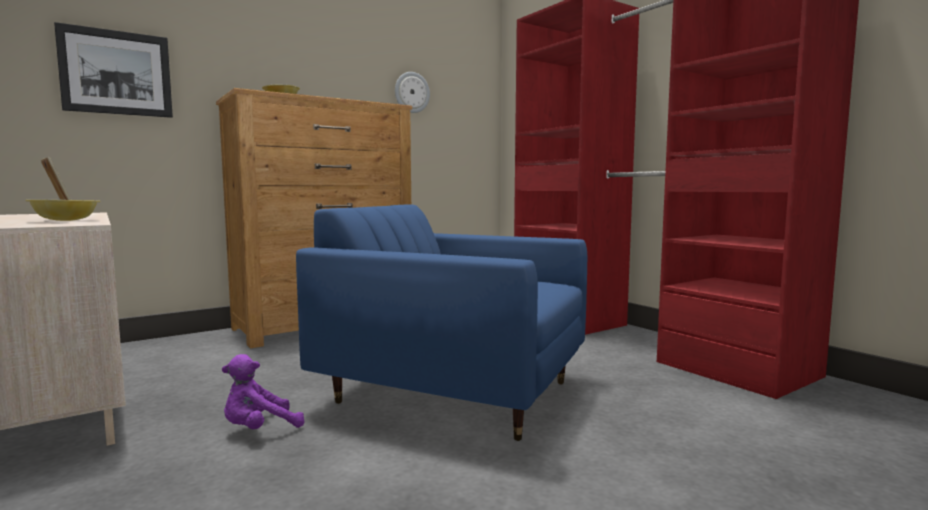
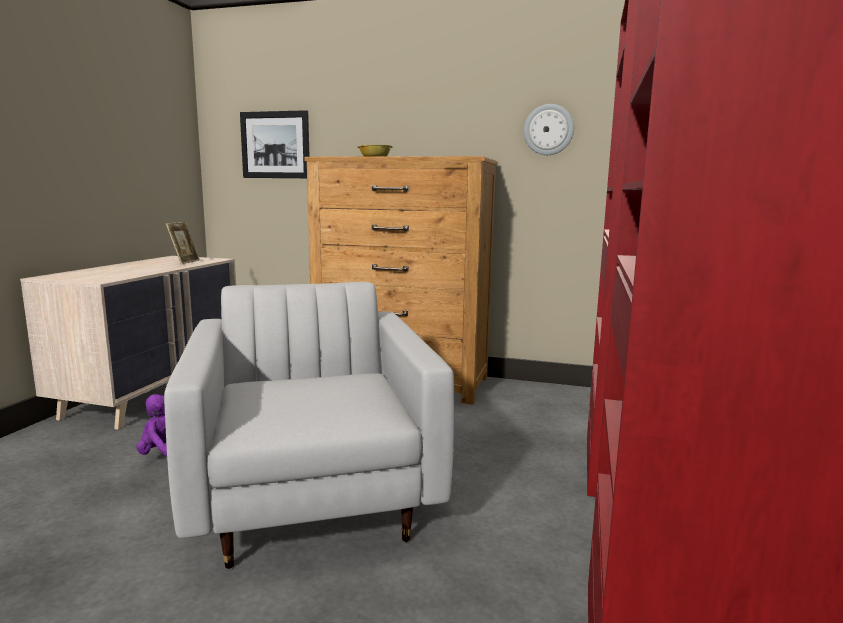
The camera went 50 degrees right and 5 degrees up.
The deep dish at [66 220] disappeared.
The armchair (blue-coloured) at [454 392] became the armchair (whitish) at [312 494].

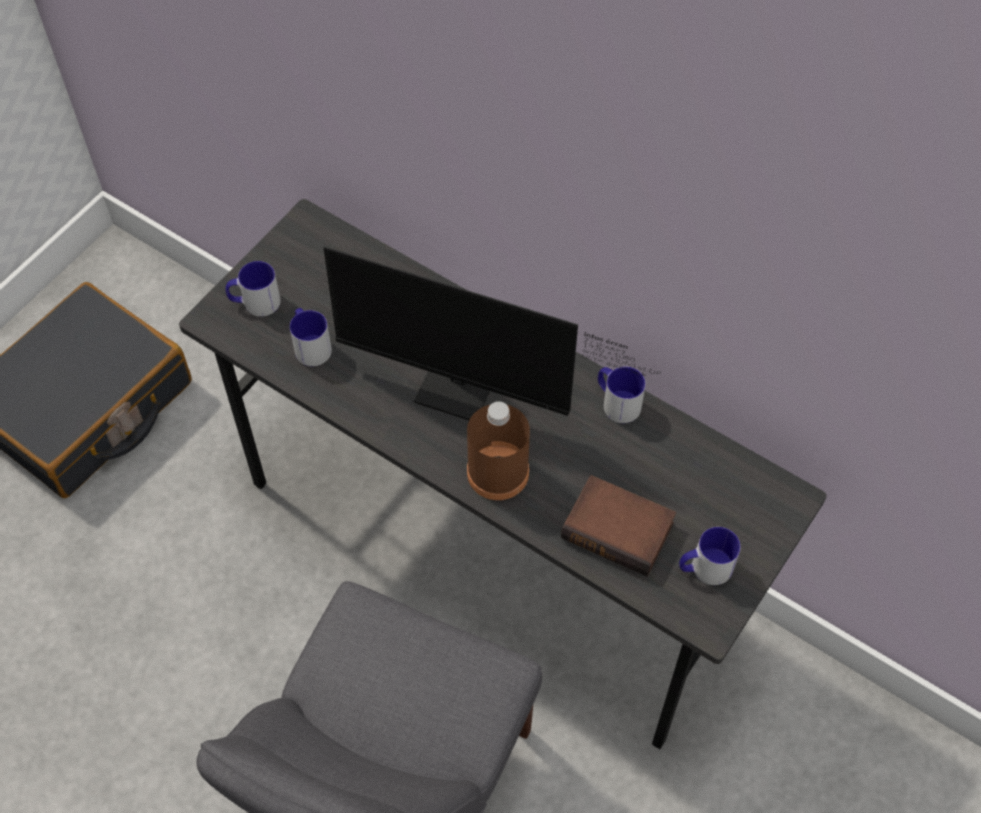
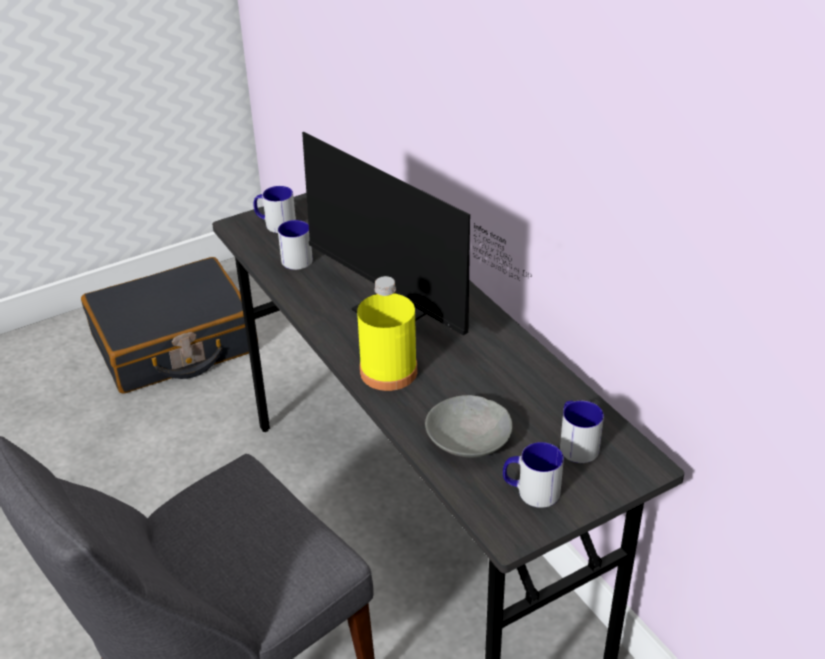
The camera went 25 degrees right and 20 degrees down.
The beverage bottle (brownish) at [498 472] became the beverage bottle (yellowish) at [388 371].
The volume at [620 529] was replaced by the deep dish (grey) at [469 439].
The tea mug moved from [616 402] to [576 443].

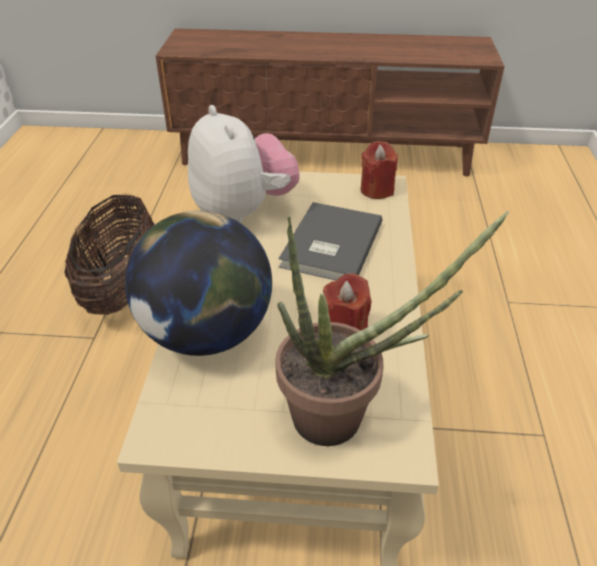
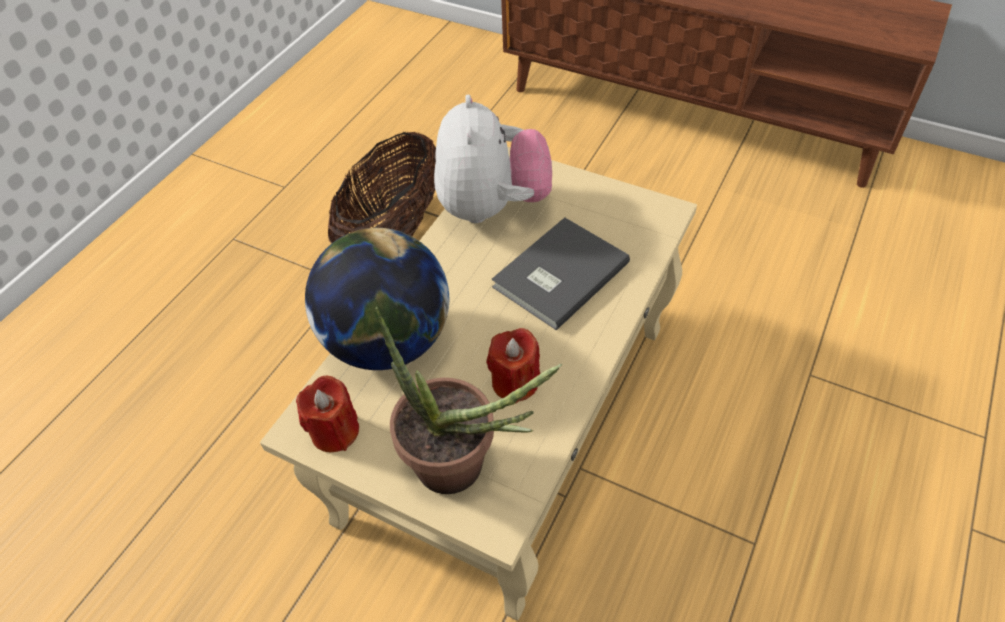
The camera went 25 degrees right and 10 degrees up.
The candle (red) moved from [377 190] to [335 431].

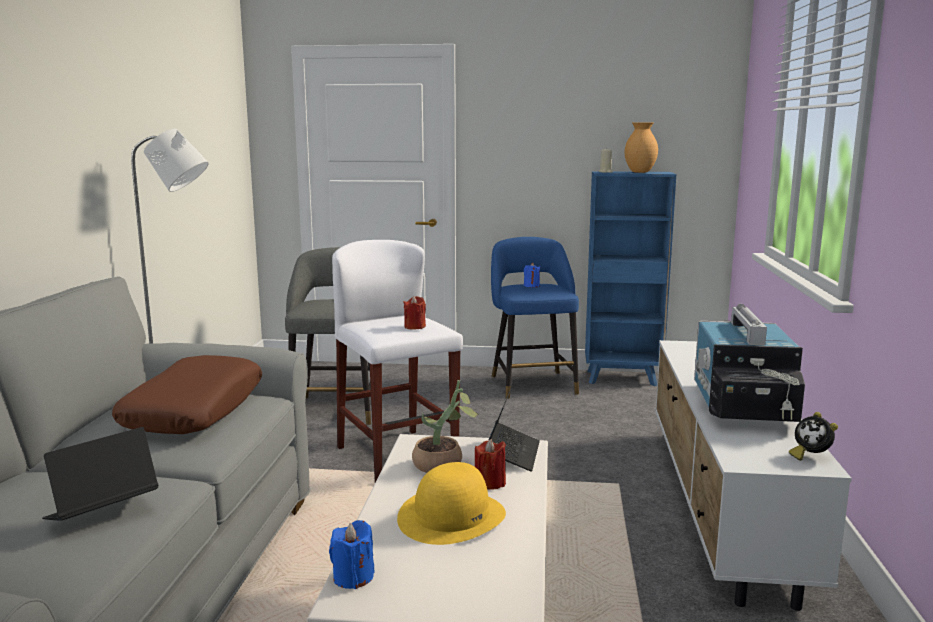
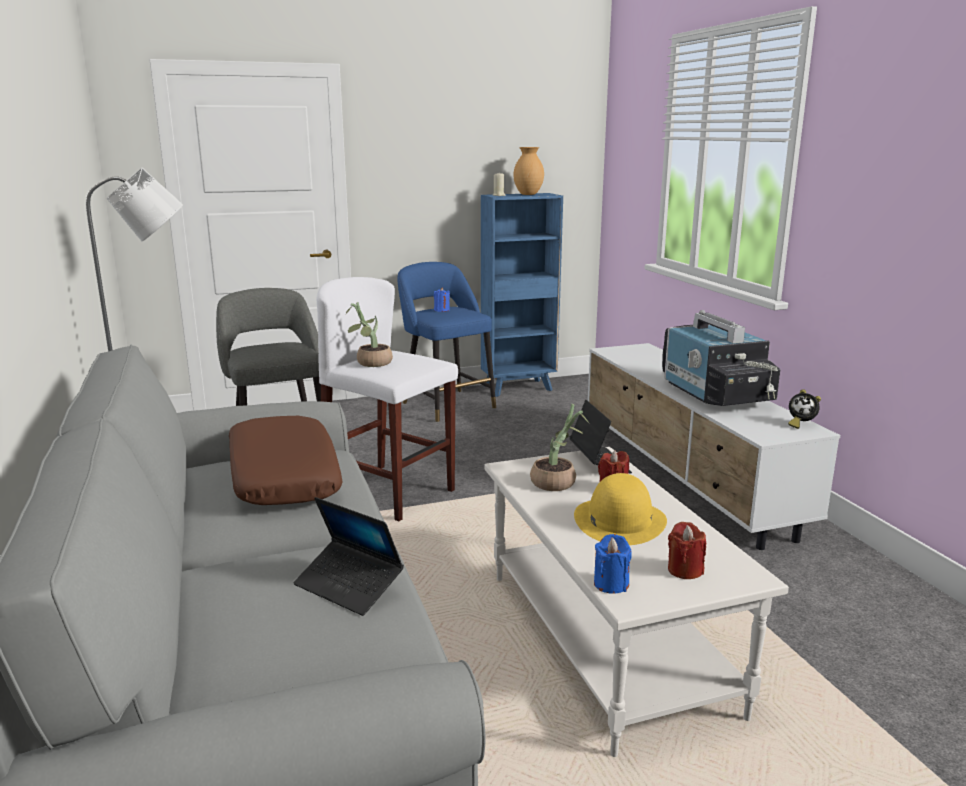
The camera went 25 degrees left and 5 degrees up.
The portable computer at [102 513] turned 75 degrees counterclockwise.
The candle (red) moved from [415 327] to [684 570].
The plant in a pot at [370 363] appeared.

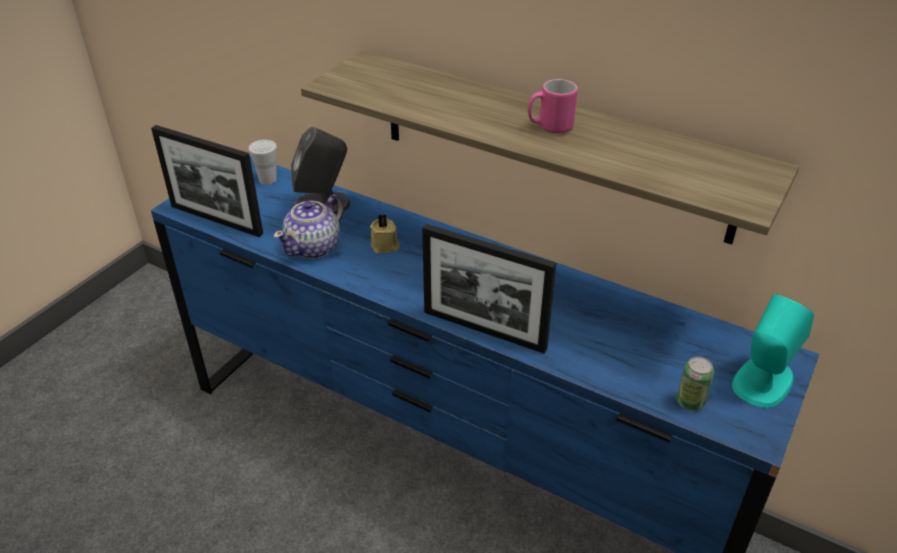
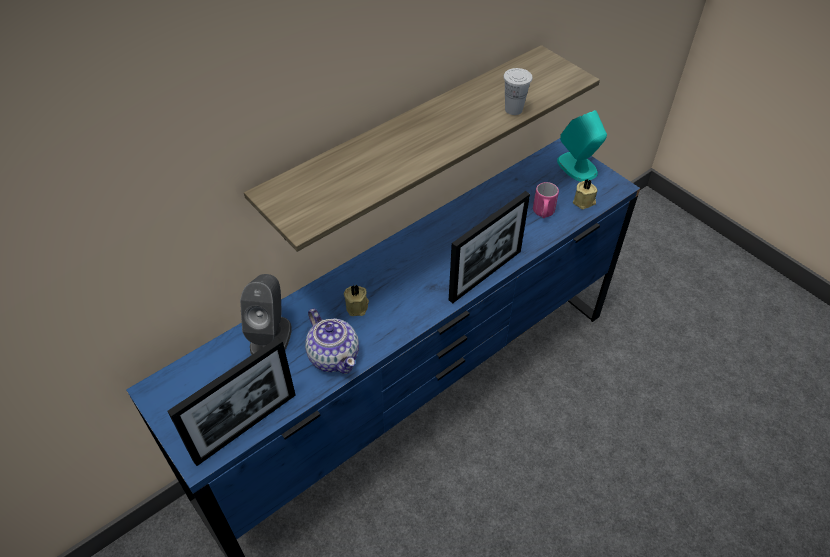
The camera went 70 degrees left and 10 degrees up.
The cup (whitish) moved from [267 179] to [513 109].
The tea mug (pink) moved from [549 127] to [543 213].
The metal can at [690 402] was replaced by the candle (beige-coloured) at [584 202].

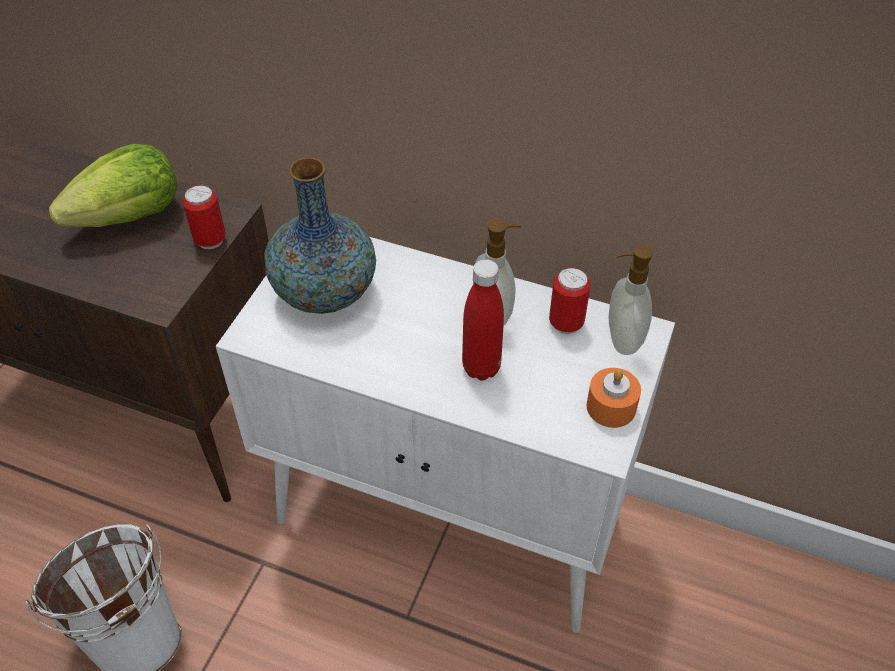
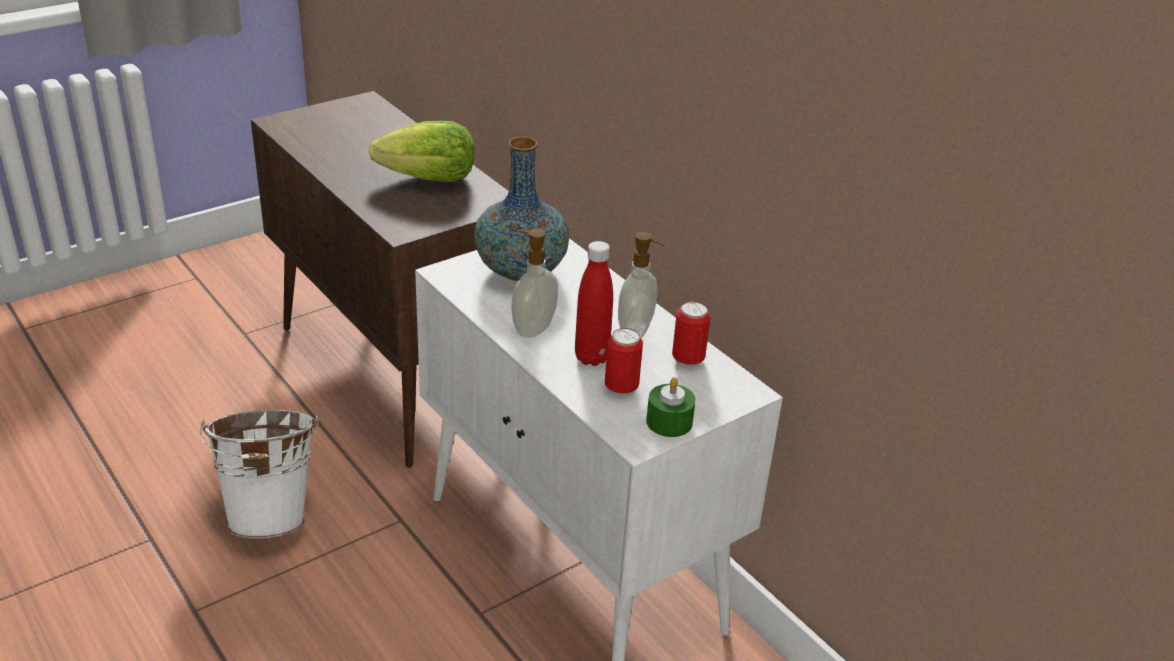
The camera went 30 degrees right and 15 degrees down.
The metal can moved from [210 240] to [621 388].
The candle (orange) at [611 407] became the candle (green-coloured) at [669 422].
The soap dispenser moved from [622 339] to [532 328].

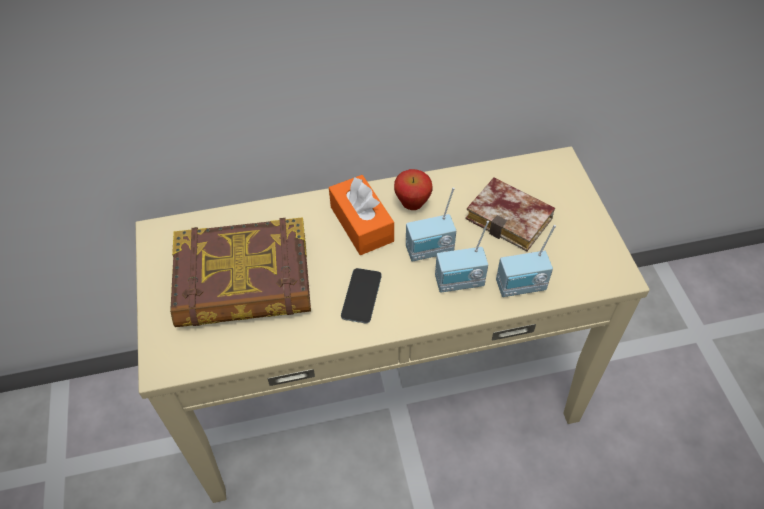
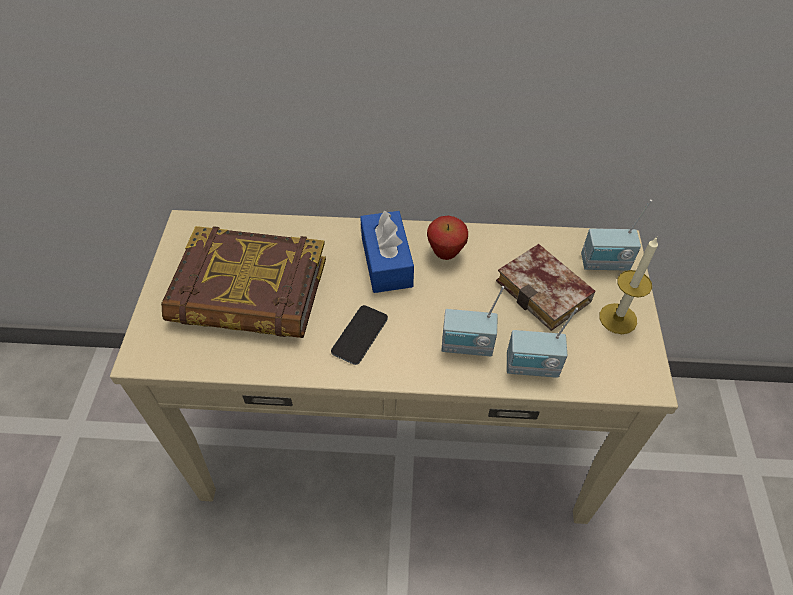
The camera went 15 degrees right and 0 degrees up.
The tissue box (orange) at [361 224] became the tissue box (blue-coloured) at [386 261].
The radio receiver moved from [430 251] to [605 264].
The candle at [618 318] appeared.

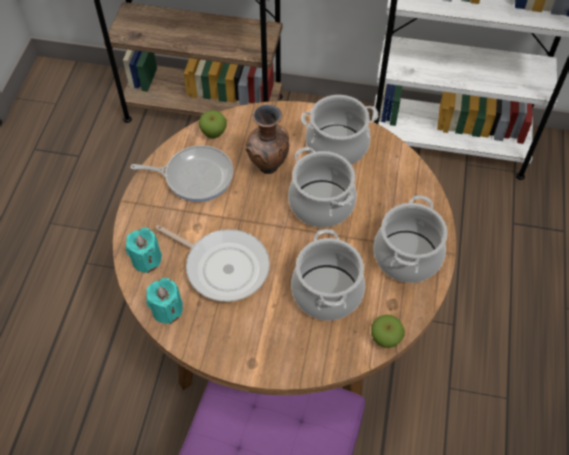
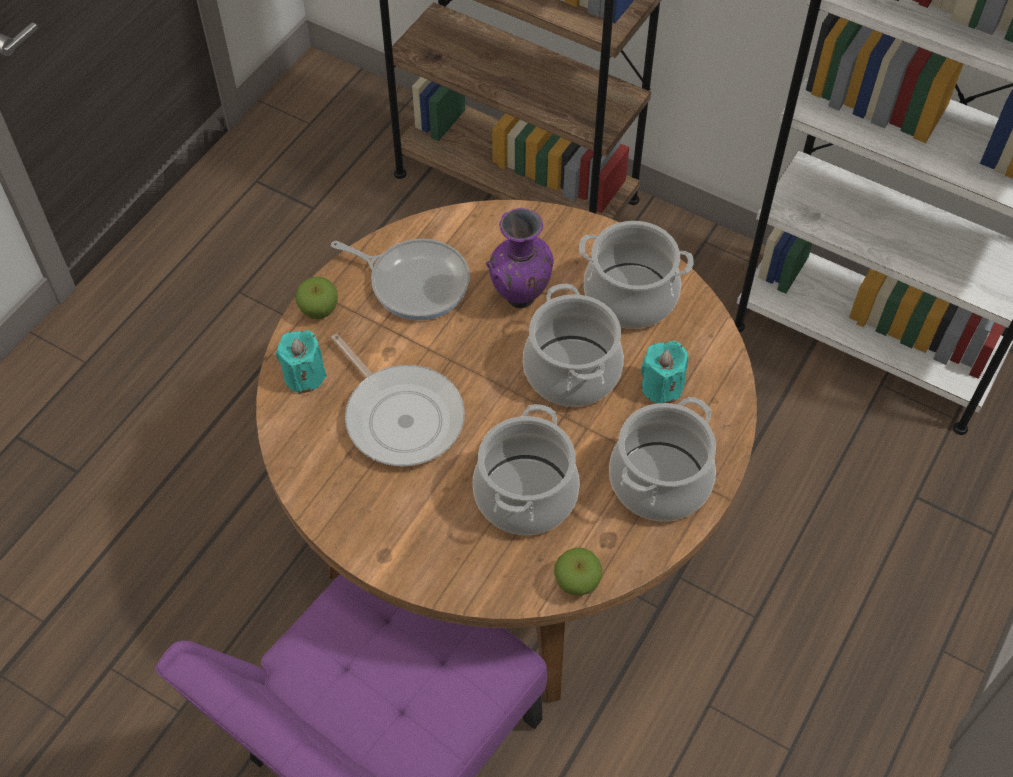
The camera went 20 degrees right and 0 degrees up.
The candle (turquoise-coloured) moved from [167 310] to [662 387].
The apple moved from [213 133] to [319 311].
The vase (brownish) at [268 168] became the vase (purplish) at [520 300].

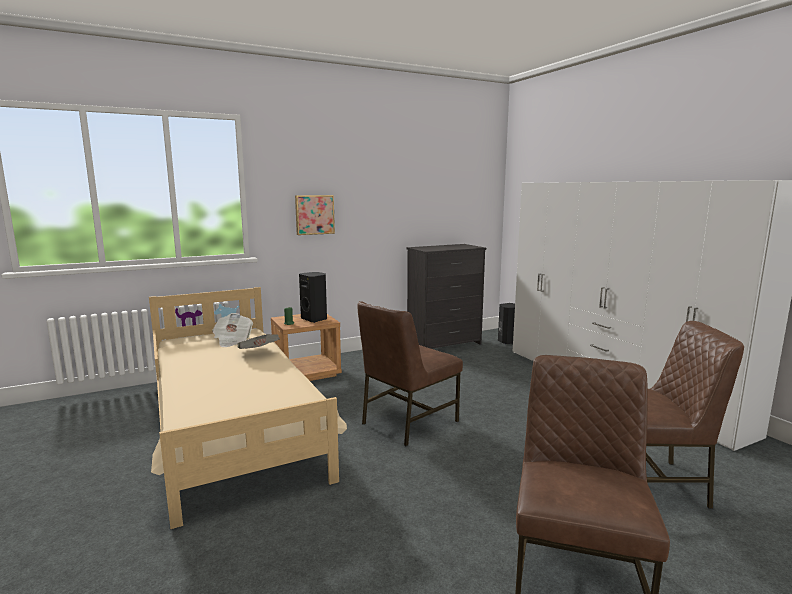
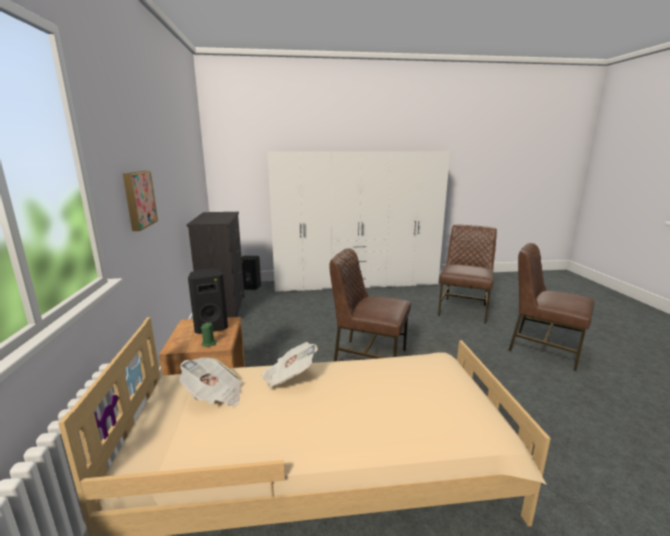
The camera went 70 degrees left and 5 degrees up.
The upright chair (brownish) at [407 422] turned 135 degrees clockwise.

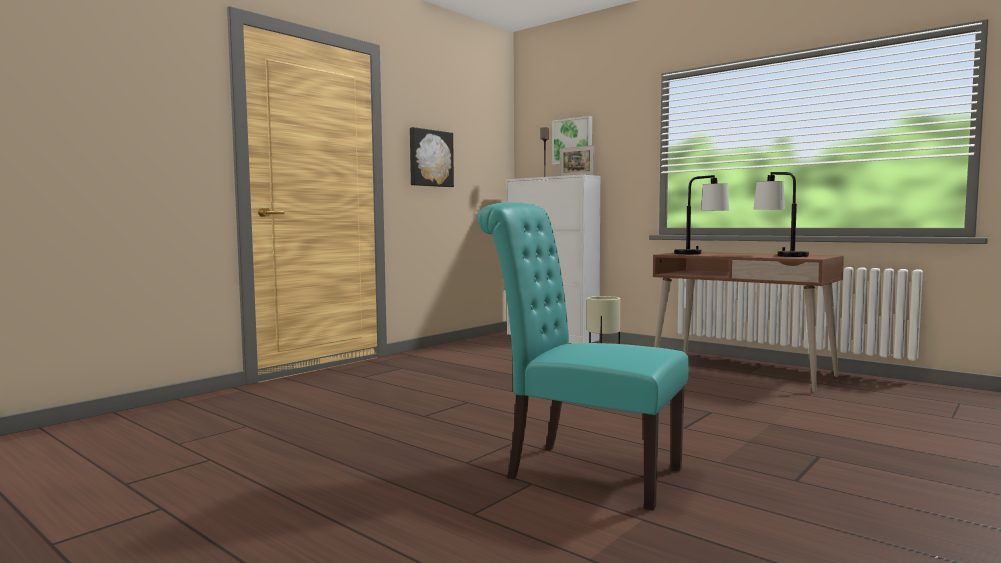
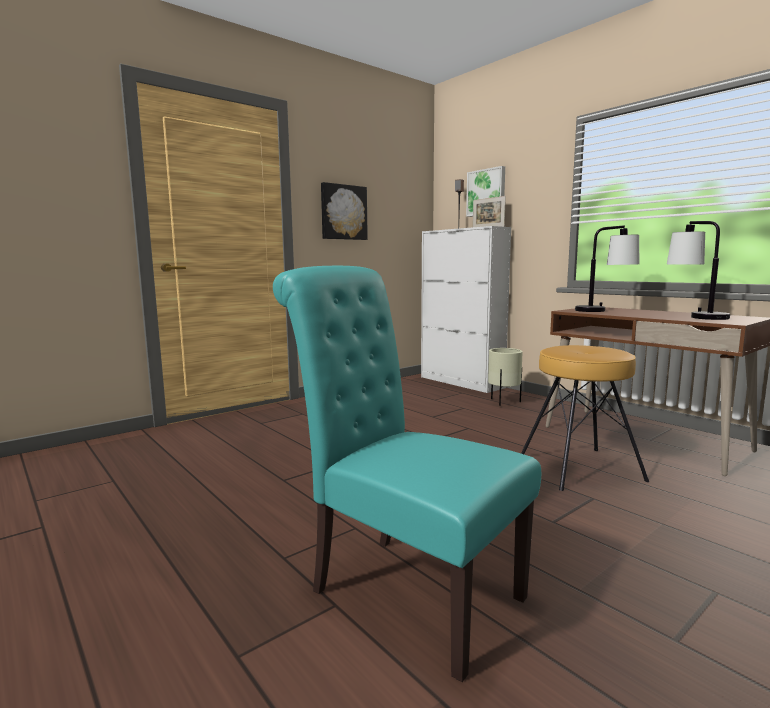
The camera went 10 degrees right and 5 degrees up.
The stool seat (brownish) at [579 468] appeared.

